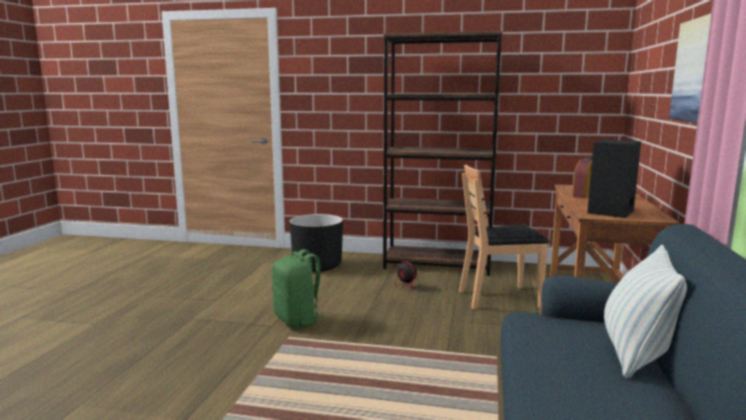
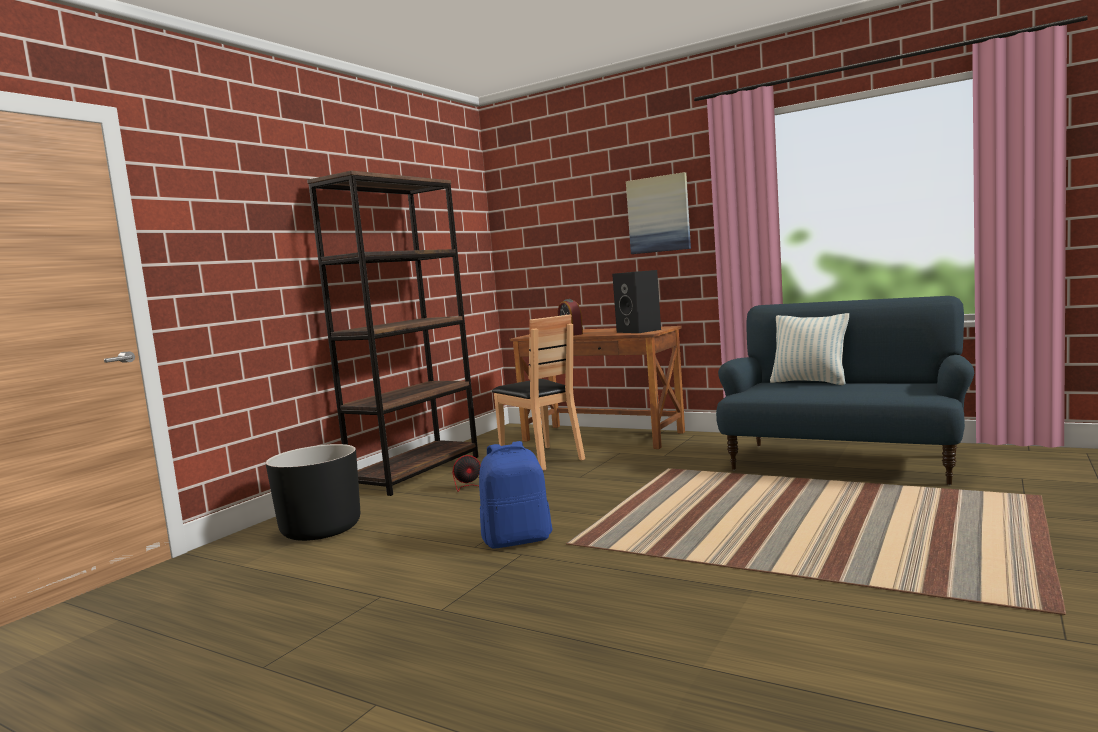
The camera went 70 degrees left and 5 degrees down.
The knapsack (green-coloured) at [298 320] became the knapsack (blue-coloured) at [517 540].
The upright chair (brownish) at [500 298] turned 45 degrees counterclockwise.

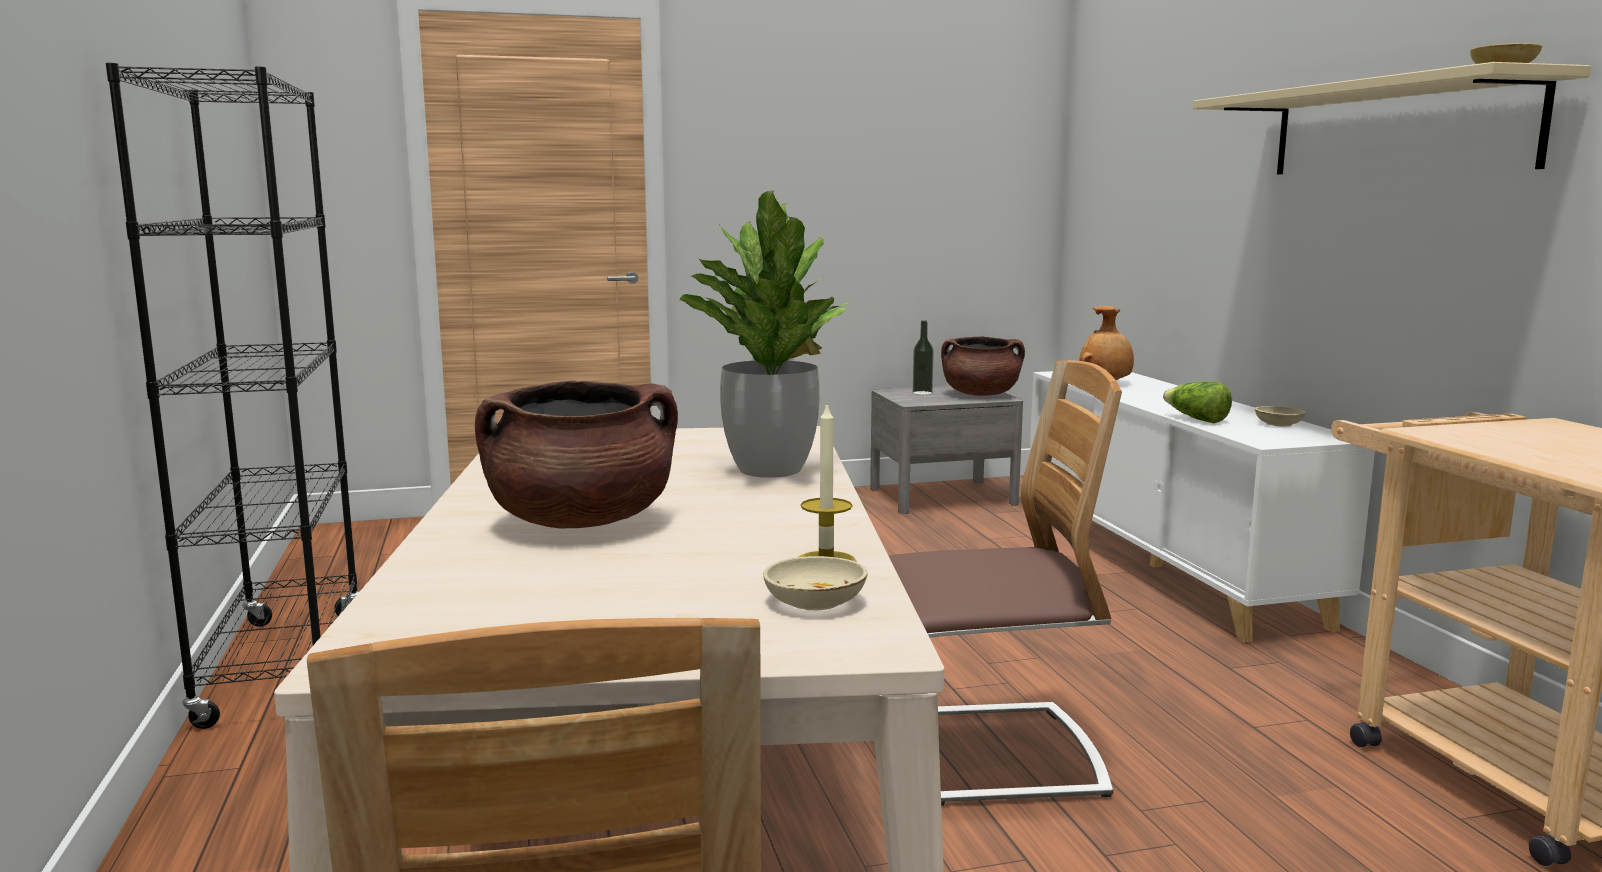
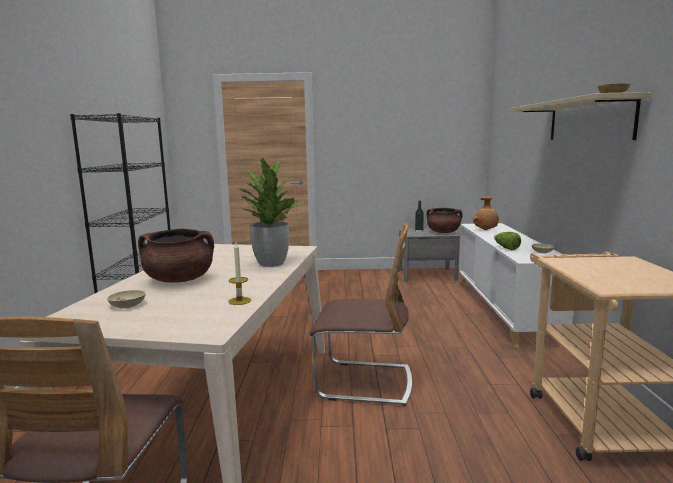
The camera went 15 degrees right and 0 degrees up.
The deep dish (beige-coloured) moved from [815 602] to [127 305].

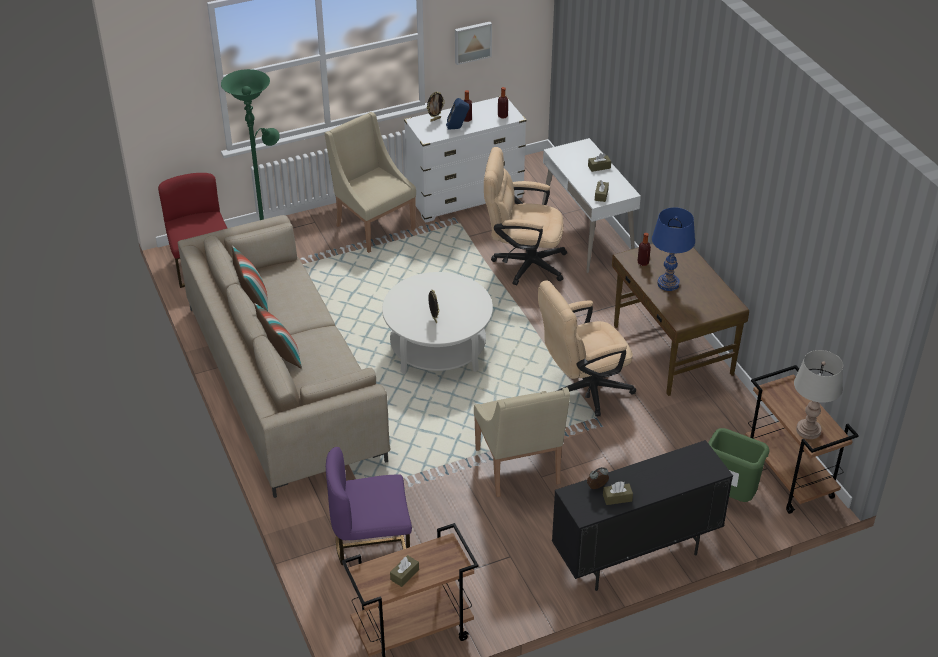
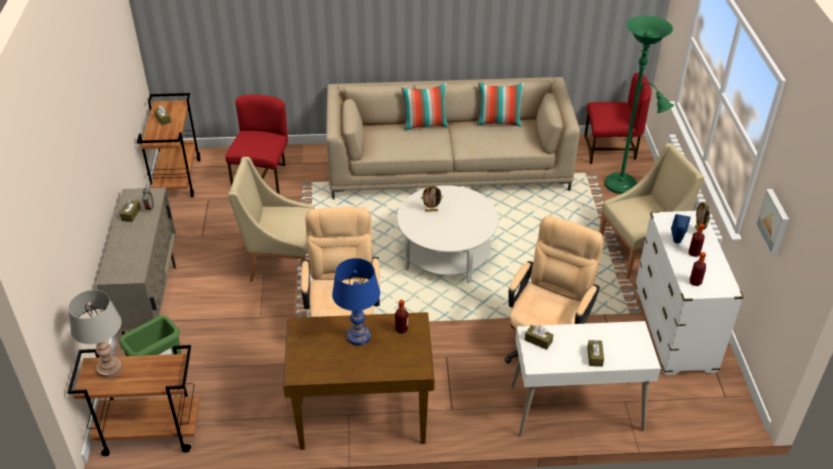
The camera went 110 degrees right and 0 degrees up.
The upright chair (purplish) at [372 543] became the upright chair (red) at [263 177].
The cupboard (blackish) at [635 556] became the cupboard (beige-coloured) at [150 300].

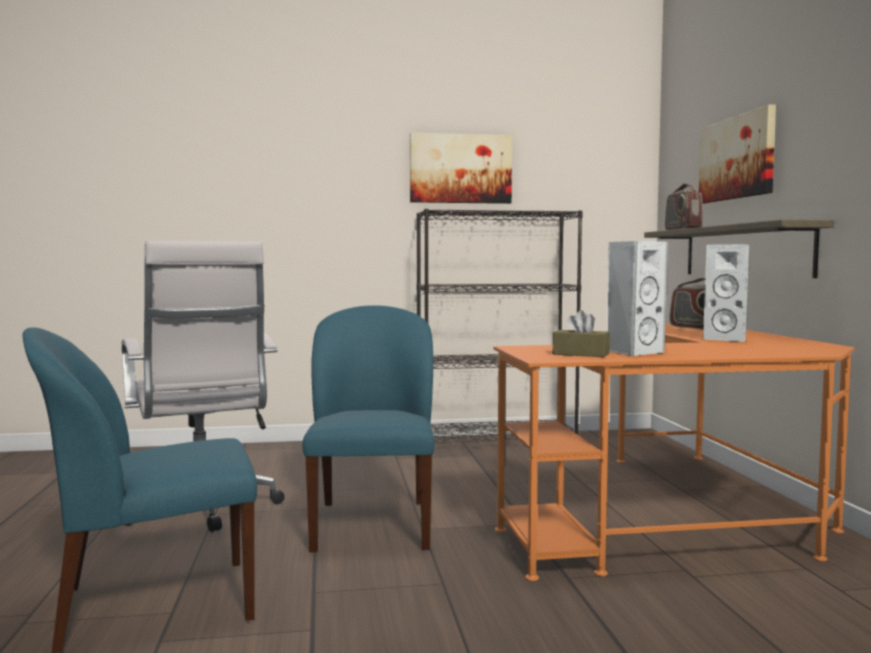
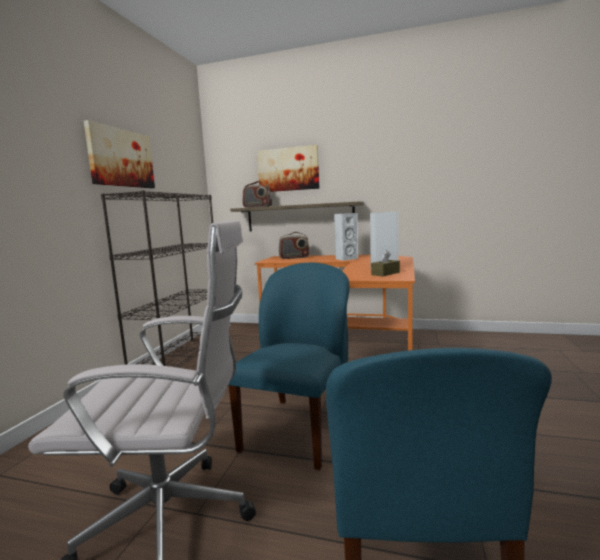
The camera went 65 degrees left and 5 degrees up.
The upright chair (blue-coloured) at [372 524] turned 90 degrees clockwise.

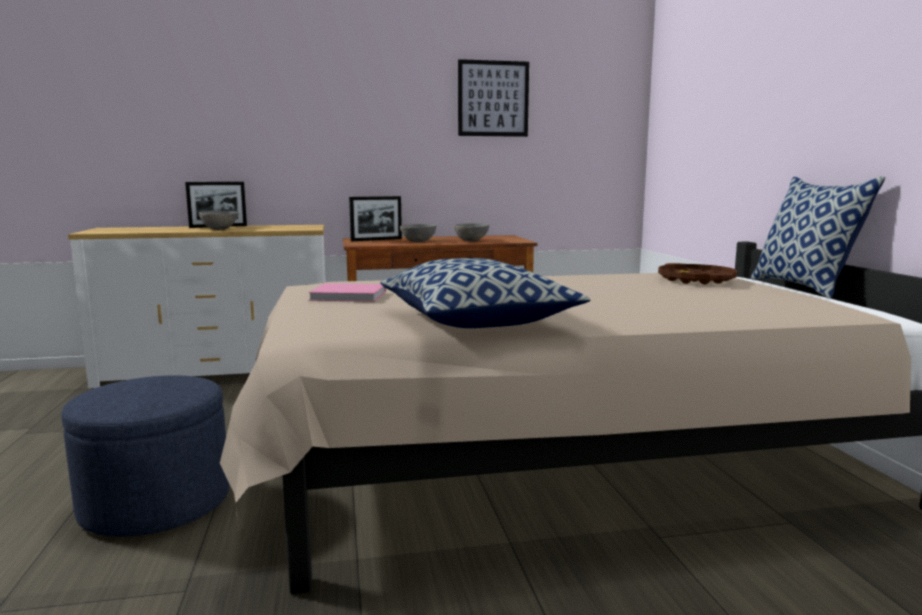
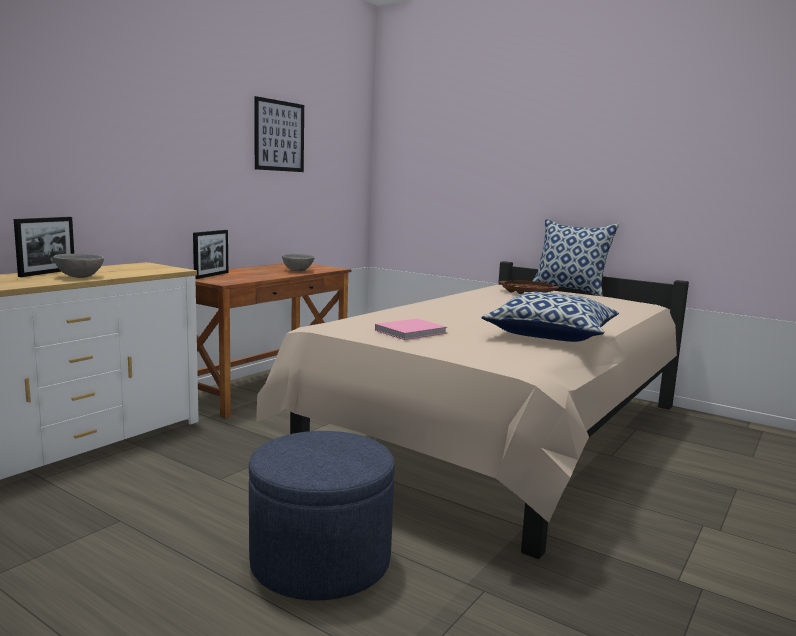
The camera went 45 degrees left and 0 degrees up.
The deep dish (grey) at [418 242] disappeared.

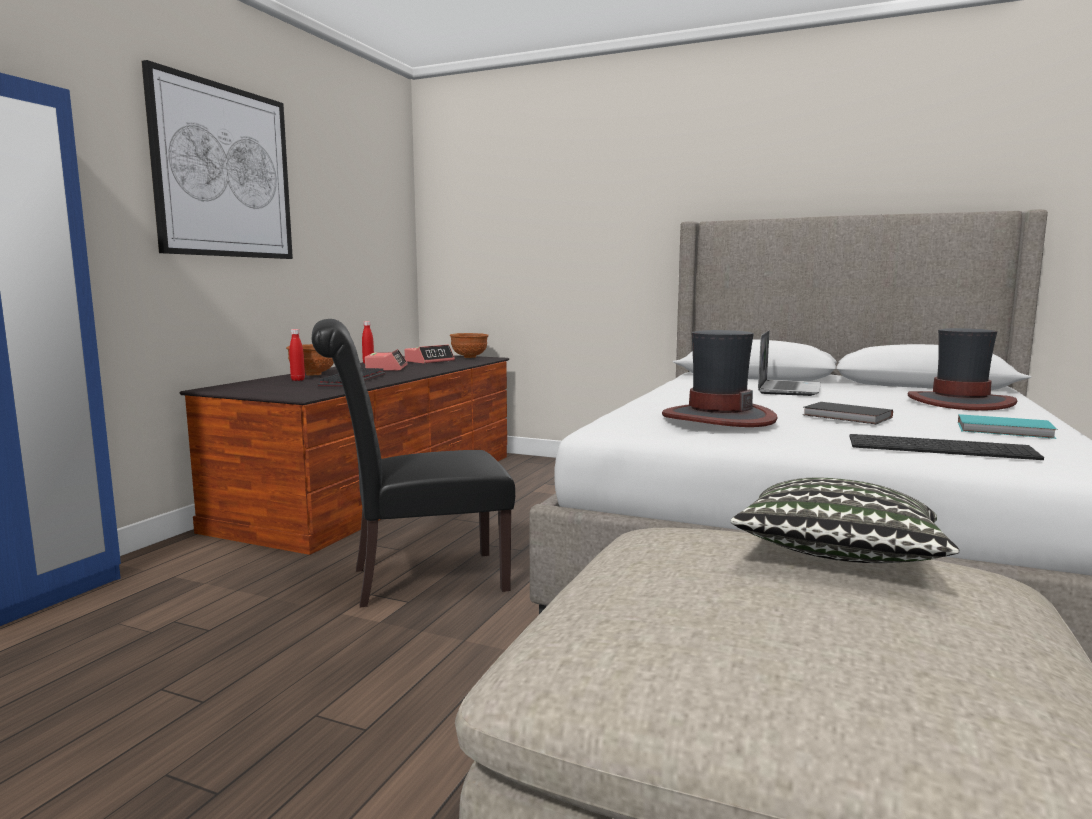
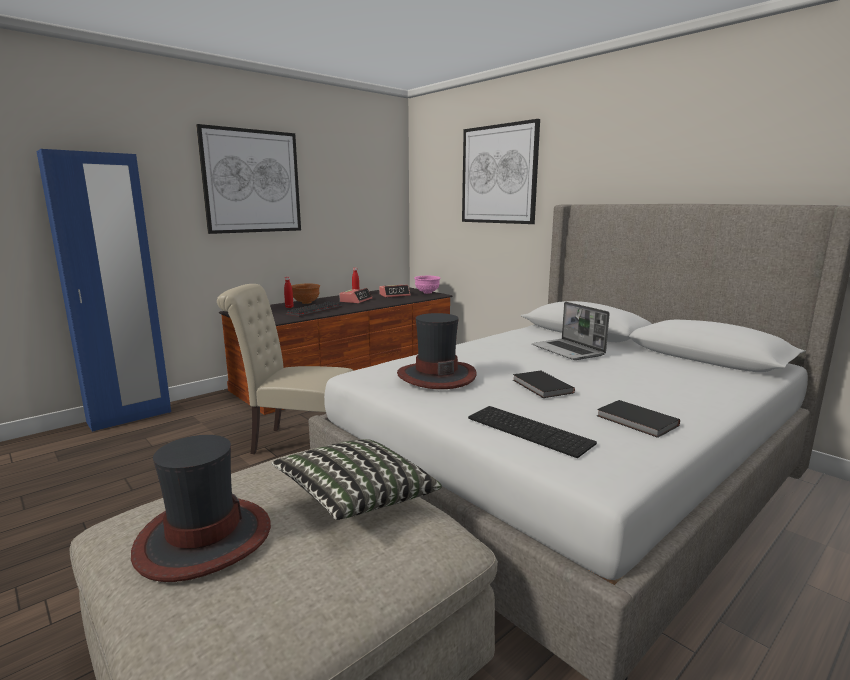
The camera went 25 degrees right and 5 degrees up.
The upright chair (blackish) at [418 580] became the upright chair (beige-coloured) at [297 443].
The deep dish (brownish) at [469 357] became the deep dish (pink) at [427 293].
The portable computer at [788 389] turned 105 degrees clockwise.
The hat moved from [960 402] to [203 538].
The volume (turquoise-coloured) at [1005 430] became the volume (blackish) at [637 421].
The picture at [498 174] appeared.

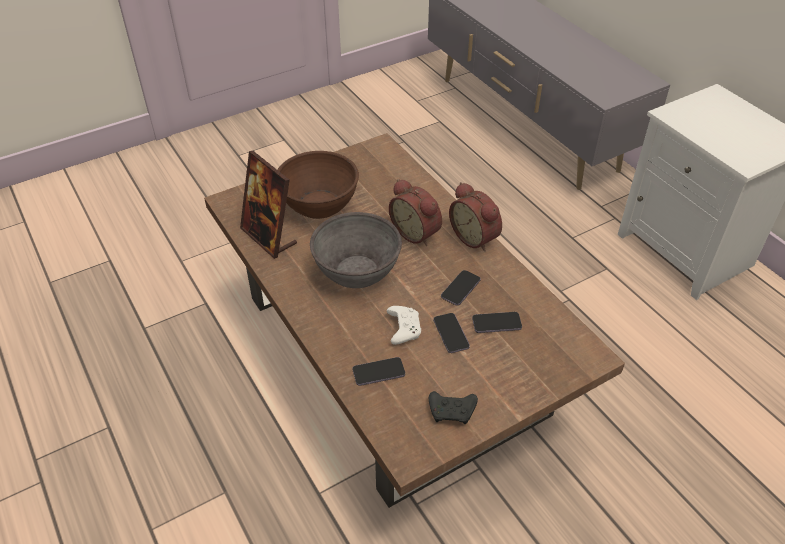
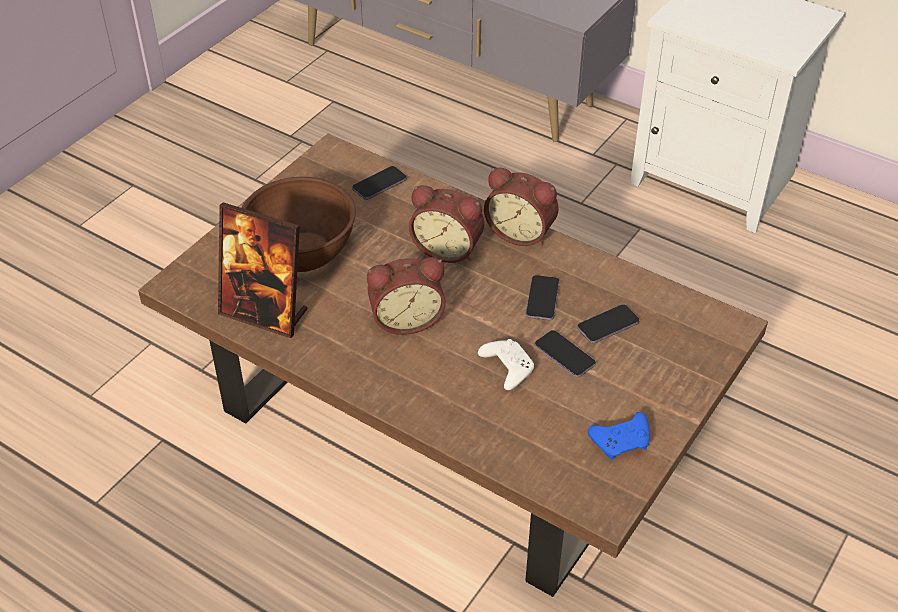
The camera went 25 degrees left and 0 degrees up.
The deep dish (grey) at [357 271] was replaced by the bedside clock at [406 319].
The phone moved from [378 372] to [379 184].
The game controller (blackish) at [452 412] became the game controller (blue-coloured) at [622 441].

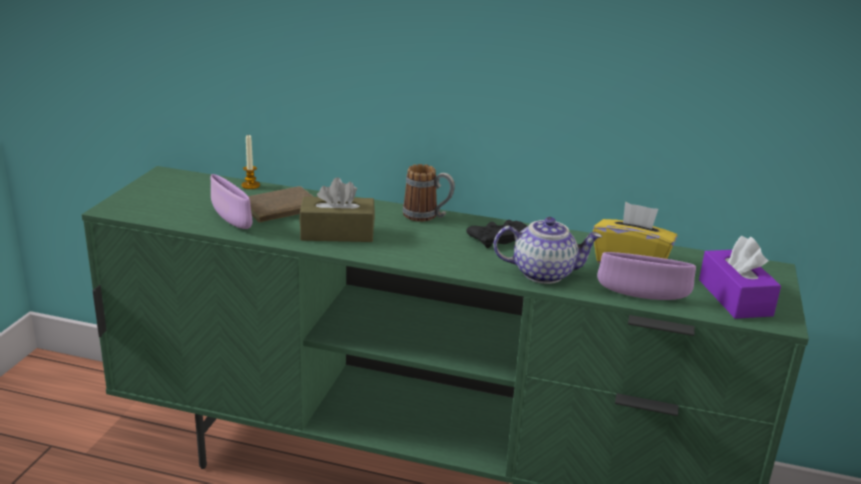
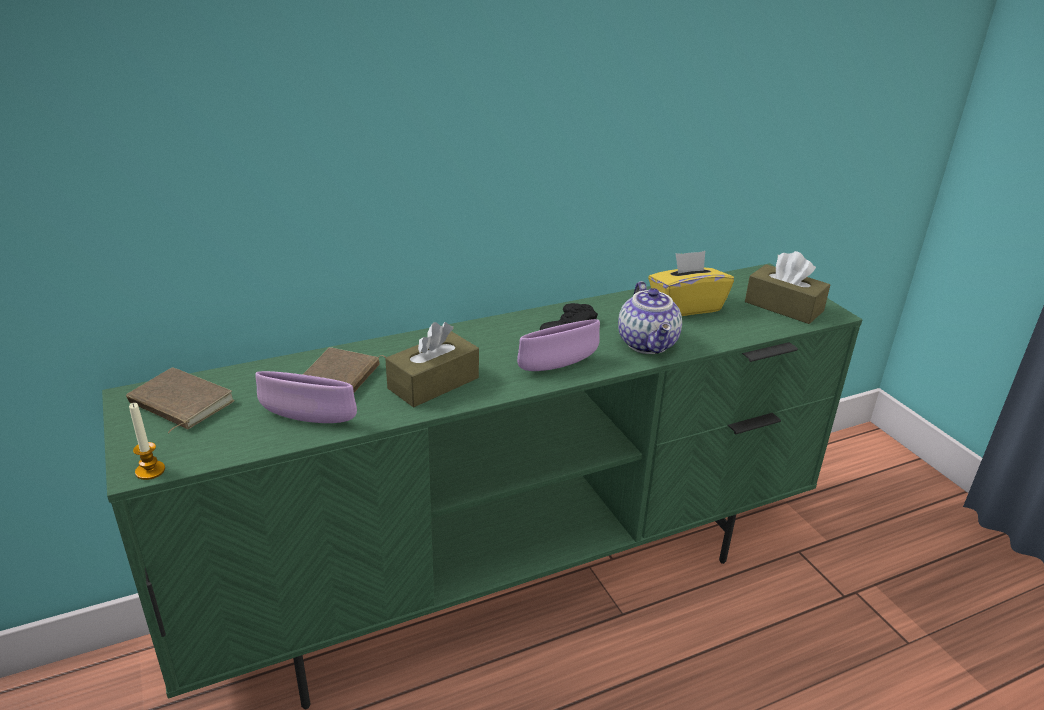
The camera went 40 degrees left and 5 degrees up.
The candle moved from [250 185] to [150 471].
The tea mug at [427 216] disappeared.
The tea pot at [544 273] turned 120 degrees clockwise.
The deep dish (purplish) moved from [642 296] to [558 365].
The tissue box (purplish) at [735 297] became the tissue box (brownish) at [783 306].
The volume (brownish) at [178 404] appeared.

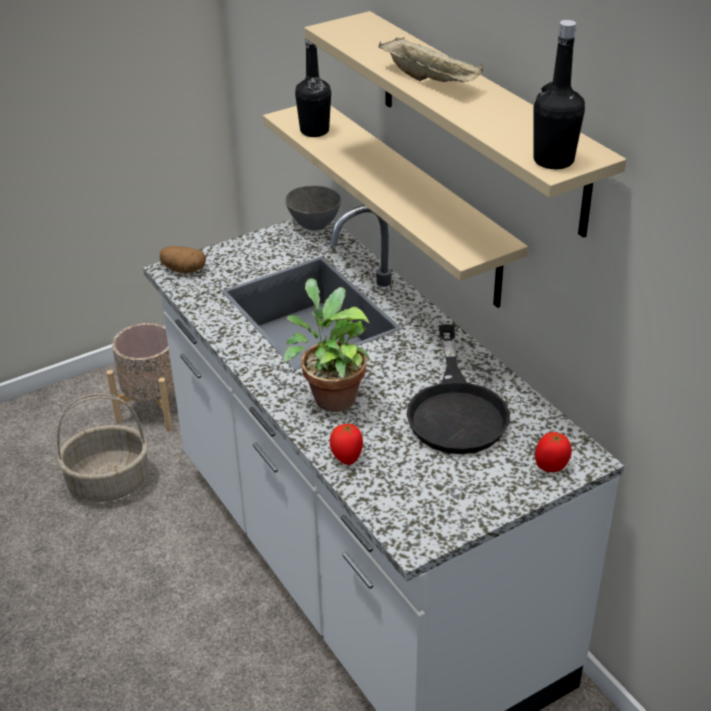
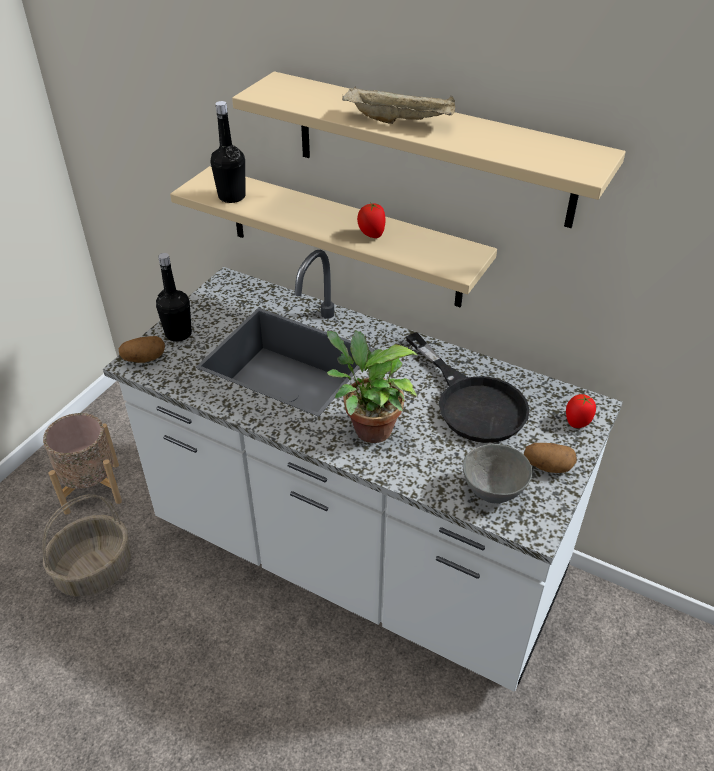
The camera went 30 degrees left and 5 degrees up.
The deep dish (grey) moved from [313 226] to [492 493].
The whole tomato moved from [346 458] to [371 235].
The beverage bottle (blackish) moved from [553 160] to [178 334].
The whole potato at [547 467] appeared.

